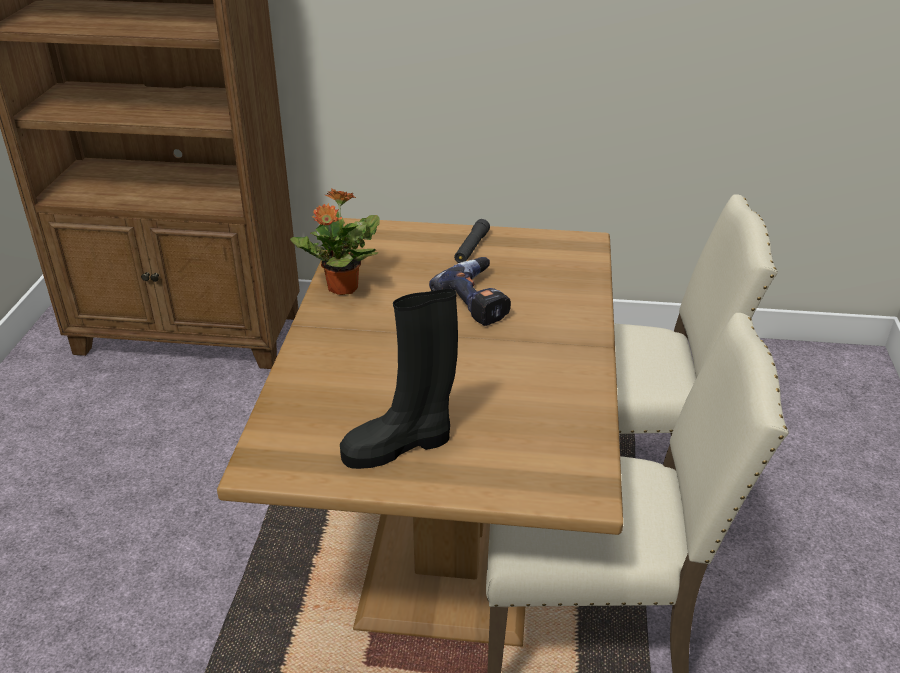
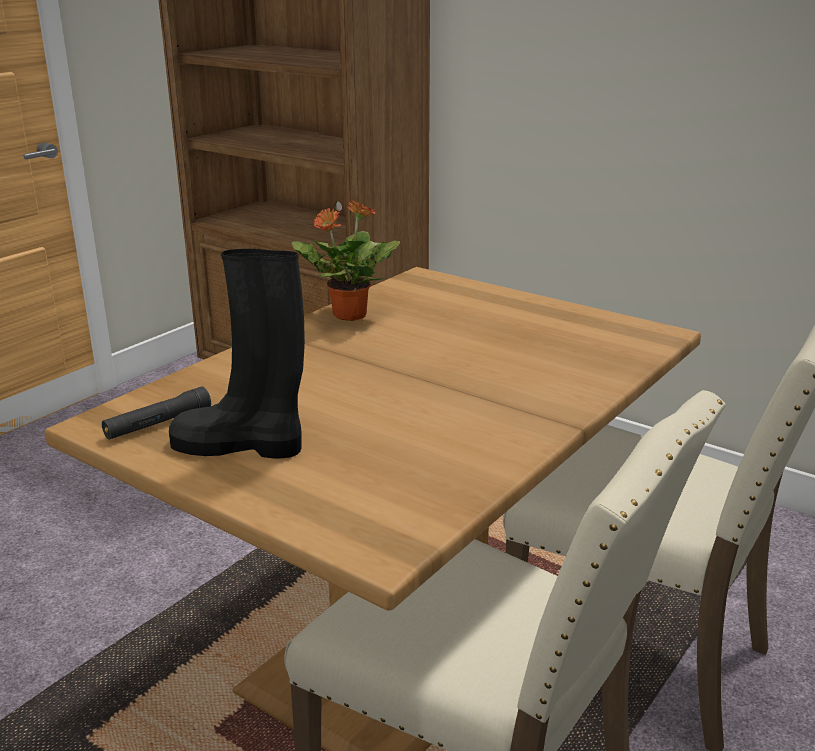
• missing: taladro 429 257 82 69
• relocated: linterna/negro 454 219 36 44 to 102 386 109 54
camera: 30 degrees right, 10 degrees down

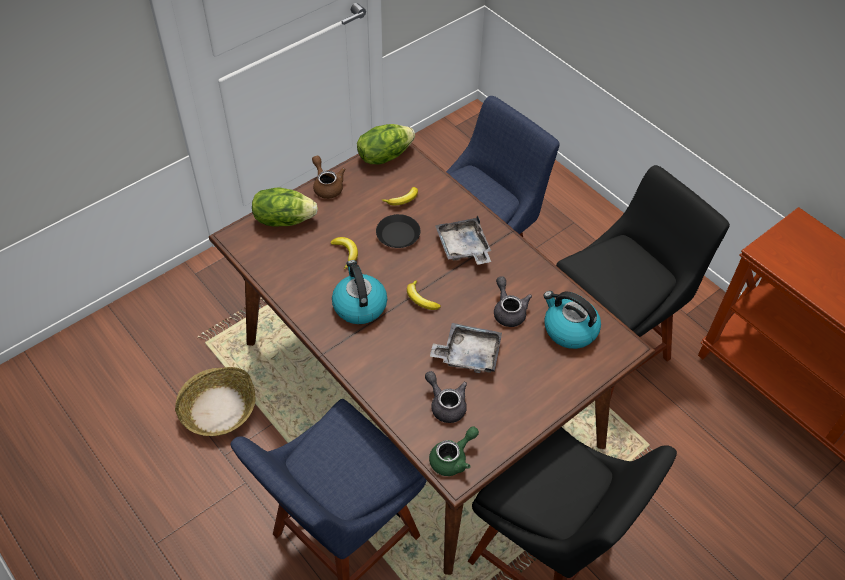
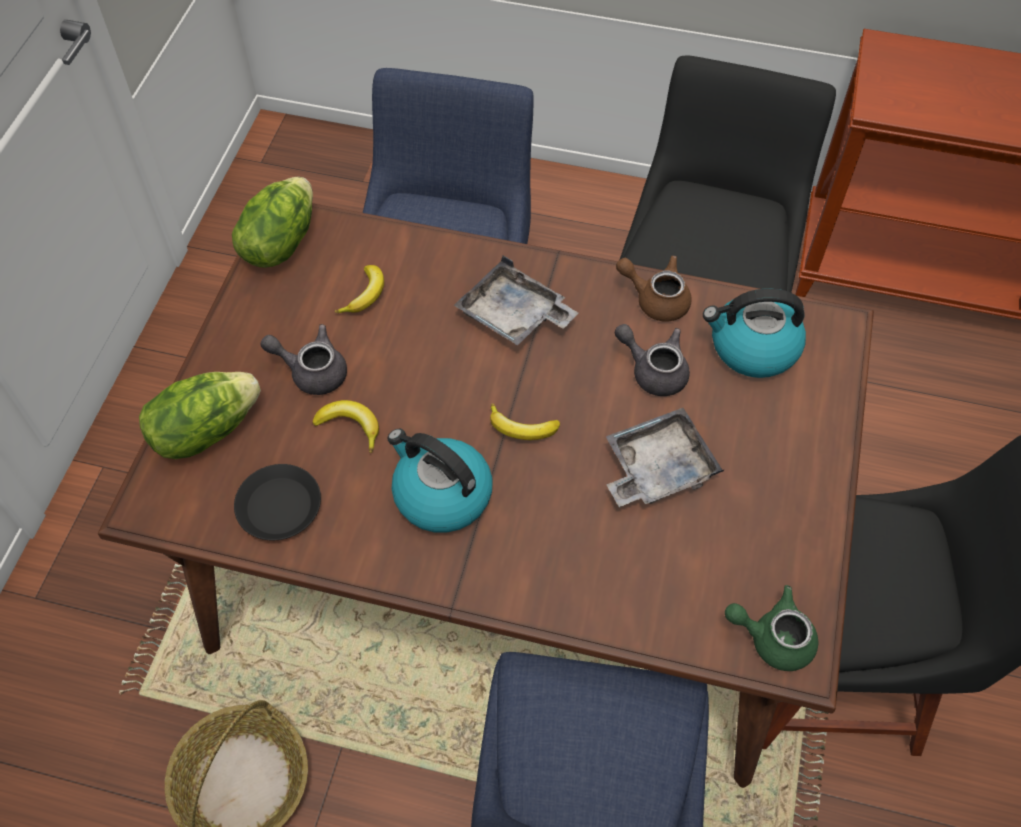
• relocated: tetera/marrón 312 156 33 43 to 616 255 76 67
• relocated: plato/negro 376 214 44 34 to 234 464 87 76
• relocated: tetera/gris 425 371 42 52 to 261 324 86 71
• spun: tetera/verde 429 426 50 50 = 725 585 94 86 90 degrees counterclockwise
camera: 35 degrees left, 5 degrees up

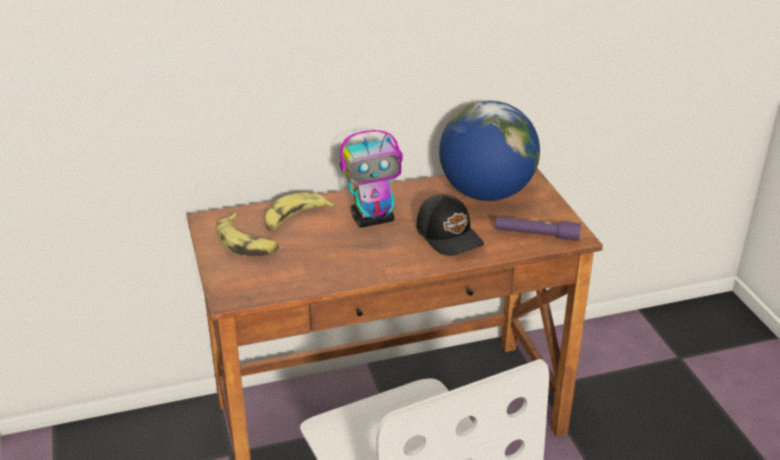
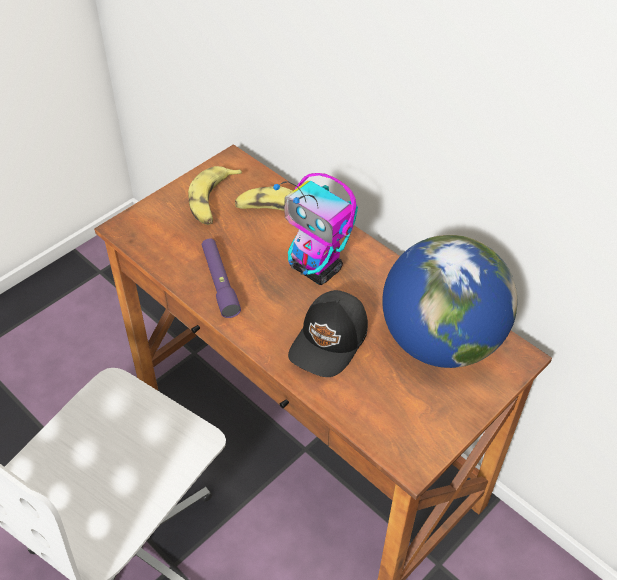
• relocated: linterna/morado 495 217 86 24 to 202 238 39 80
camera: 60 degrees right, 15 degrees up

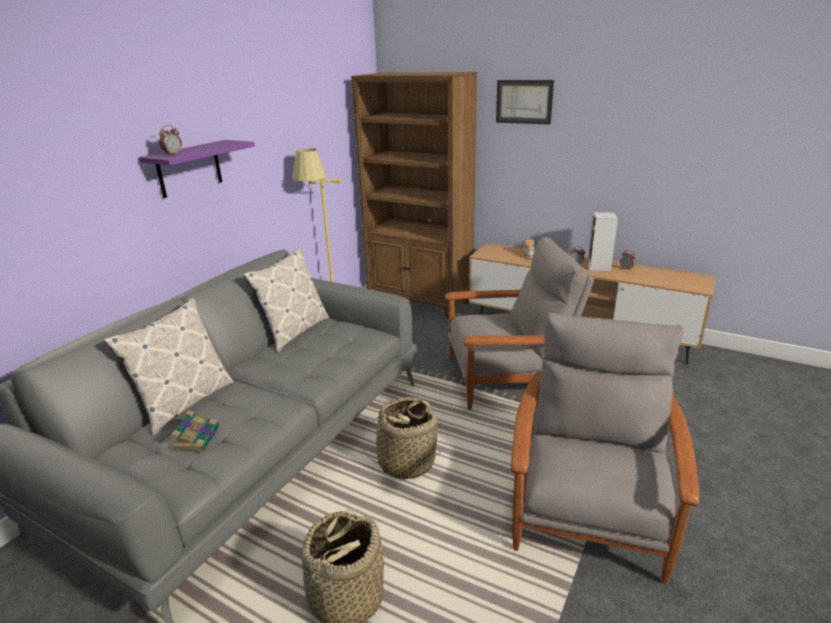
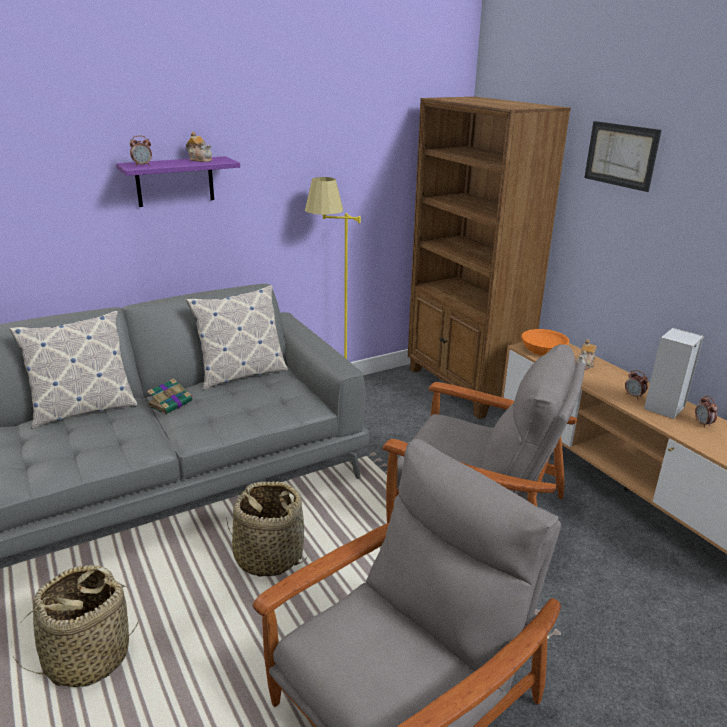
• appeared: tetera 186 132 26 30
• appeared: cuenco/naranja 521 329 48 27
• relocated: libro 171 410 48 42 to 147 378 45 37
camera: 30 degrees right, 0 degrees up

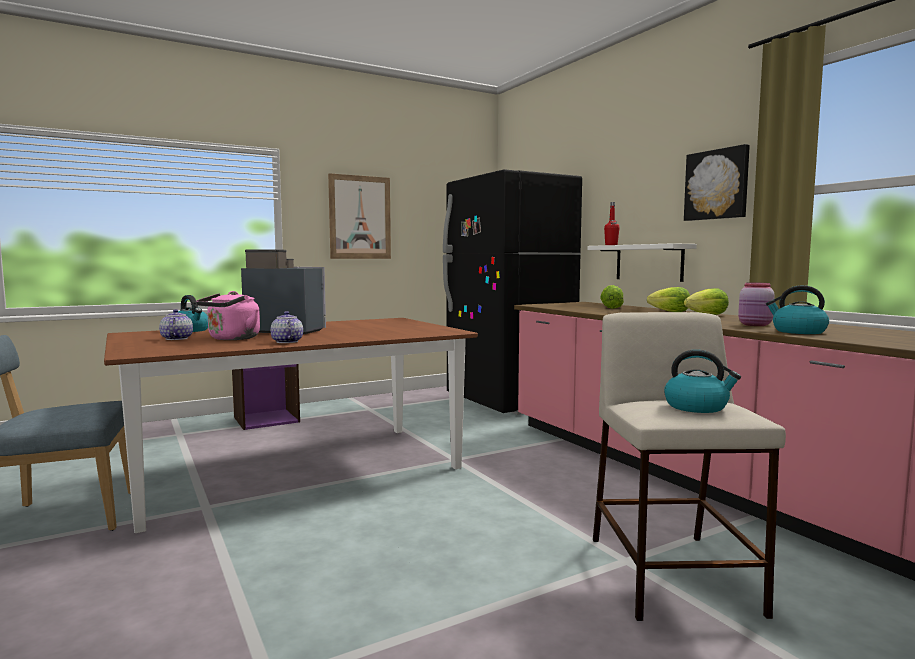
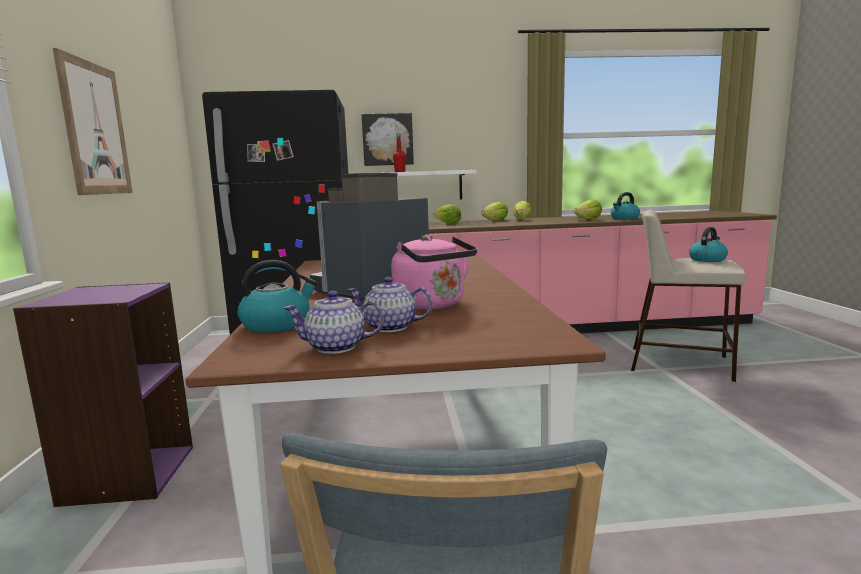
• relocated: tetera 271 311 32 32 to 284 291 100 63
• relocated: cuadro 684 144 66 77 to 362 113 52 53
• exchanged: tarro/rosa 738 283 37 43 to lechuga 574 200 28 19
camera: 65 degrees left, 5 degrees up

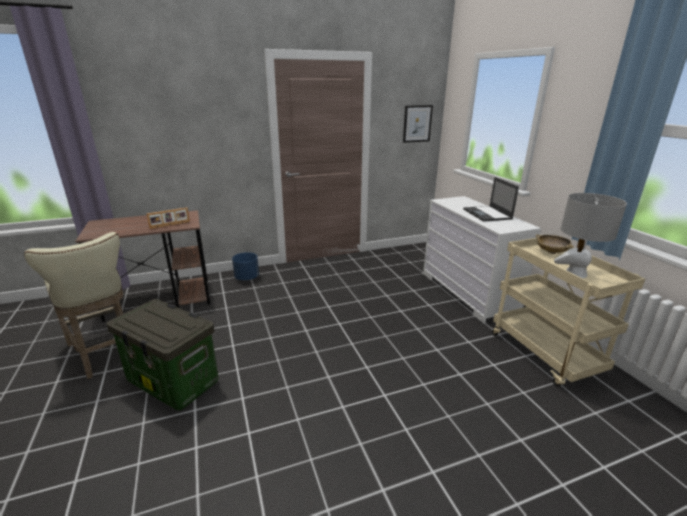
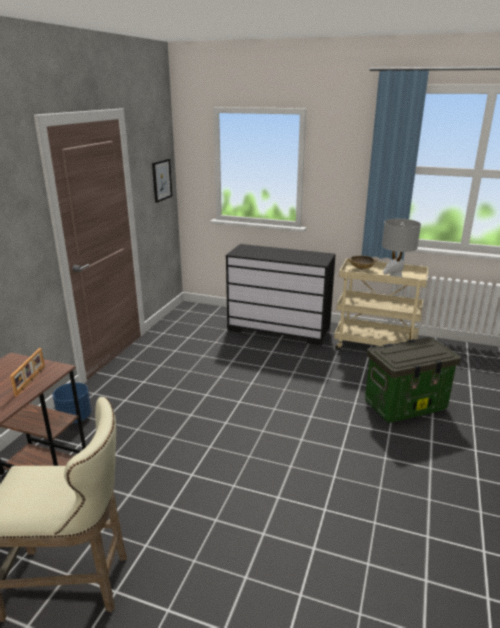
• missing: portátil 463 177 56 45
• relocated: caja de almacenaje 106 299 112 111 to 365 337 96 86
• colour: cómoda/blanco 423 196 118 128 to cómoda/negro 225 244 111 102
camera: 50 degrees left, 0 degrees up

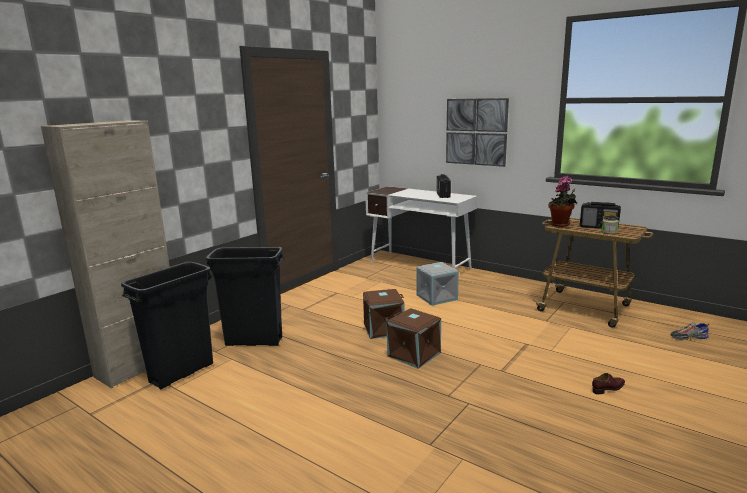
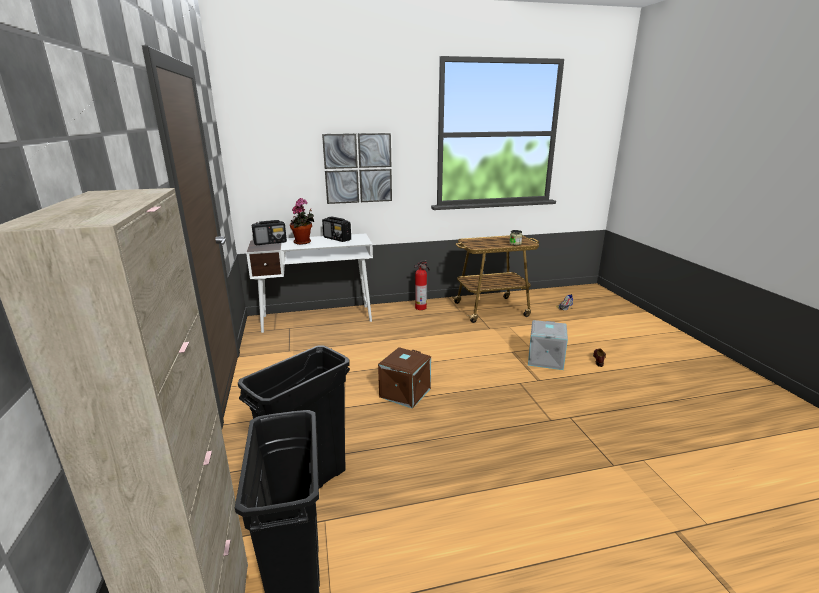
• missing: caja de almacenaje/marrón 387 308 54 61
• appeared: extintor 414 260 16 50
• relocated: caja de almacenaje/gris 416 262 43 44 to 528 320 40 50
• relocated: planta en maceta 549 176 28 51 to 290 198 24 47
• relocated: radio 580 202 41 27 to 252 220 35 25
camera: 50 degrees left, 5 degrees up

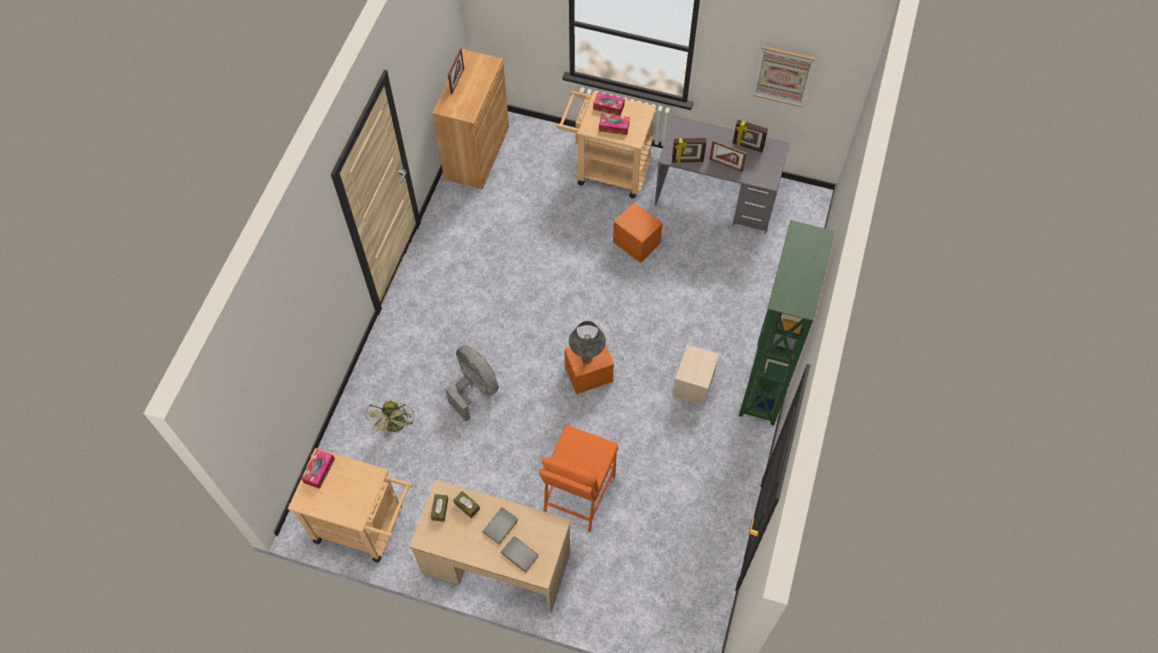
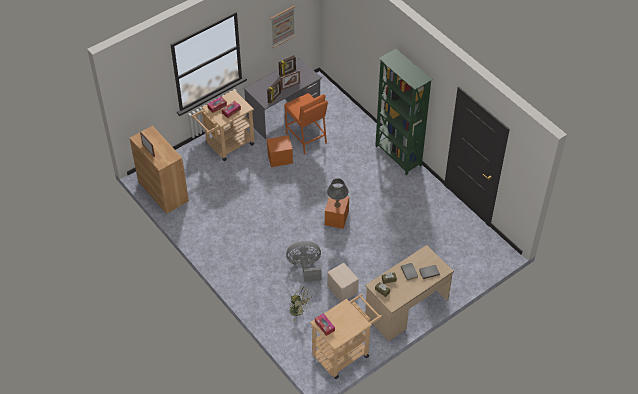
• relocated: taburete/naranja 539 425 79 107 to 284 93 44 61
• relocated: caja de almacenaje/beis 673 345 46 61 to 327 263 32 39
camera: 55 degrees left, 10 degrees down

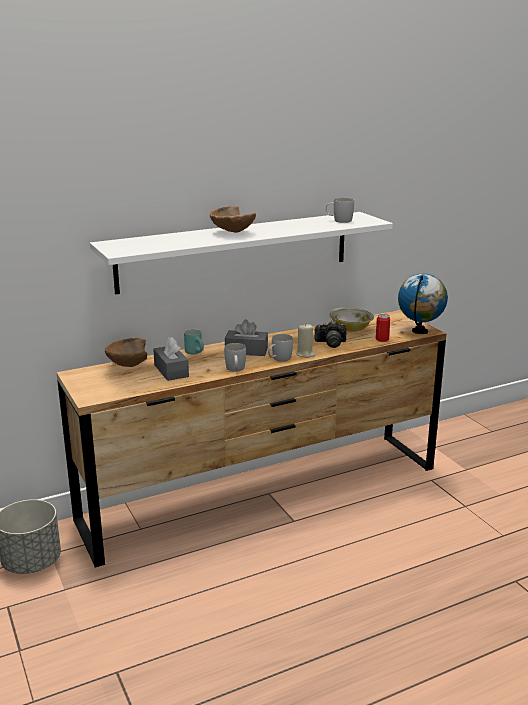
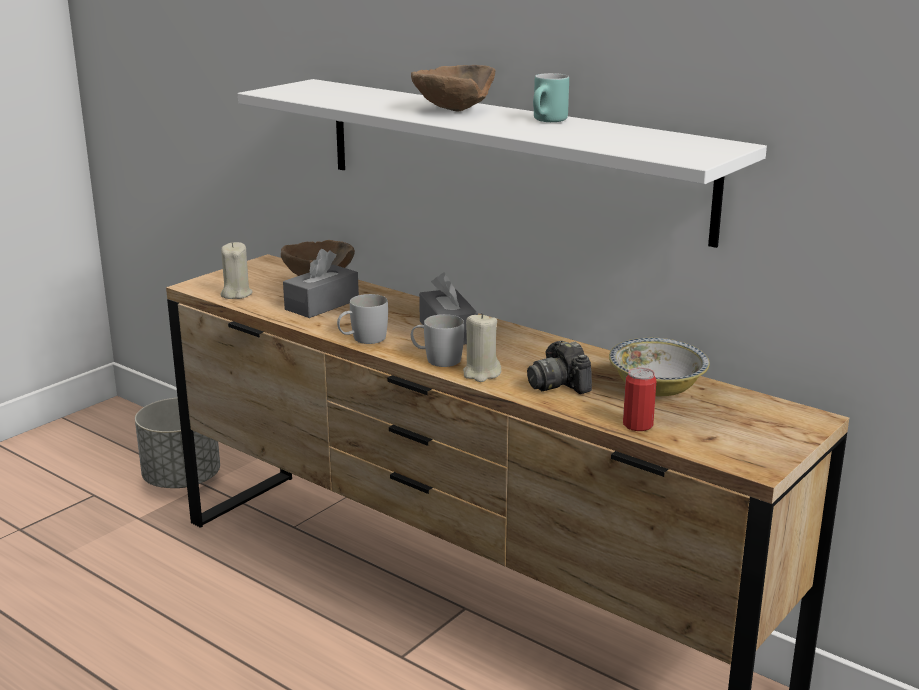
• missing: taza grande/blanco 326 198 28 25
• missing: globo terráqueo 398 274 50 60
• appeared: vela/beis 221 242 32 57
• relocated: taza grande/turquesa 184 329 20 25 to 533 73 36 49
camera: 65 degrees right, 0 degrees up

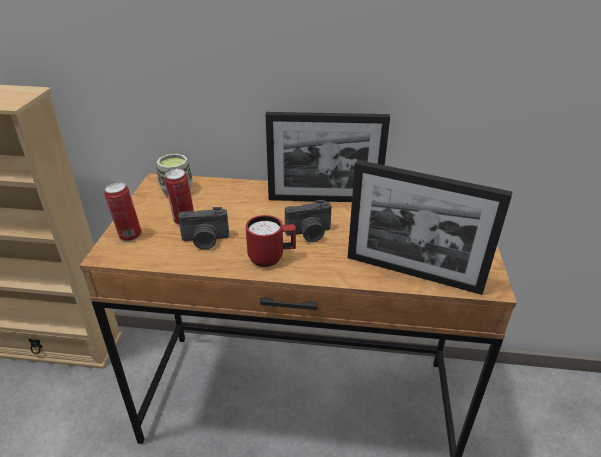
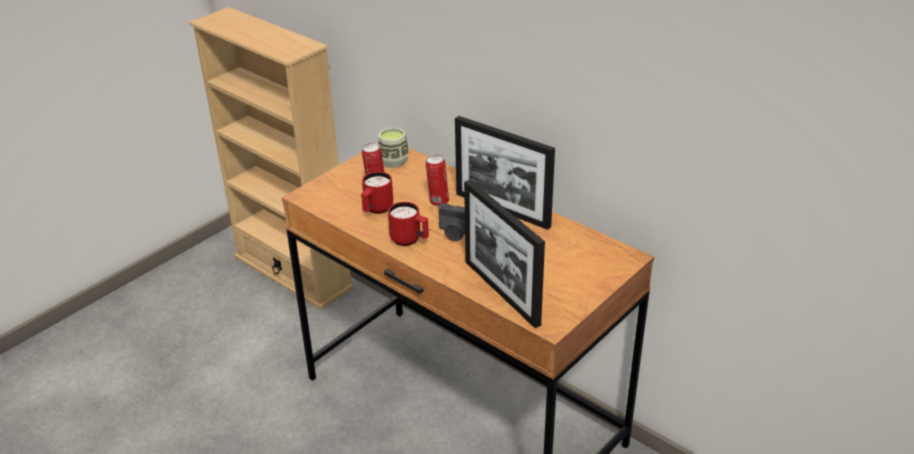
• relocated: lata 104 182 38 59 to 426 155 23 51
• exchanged: cámara 178 207 51 43 to taza grande/rojo 361 172 32 42
camera: 35 degrees right, 0 degrees up

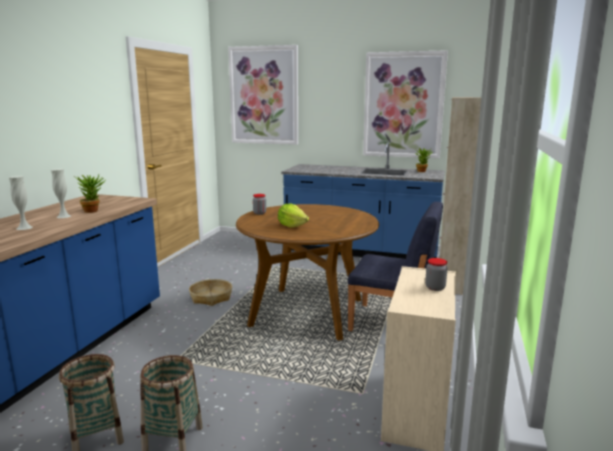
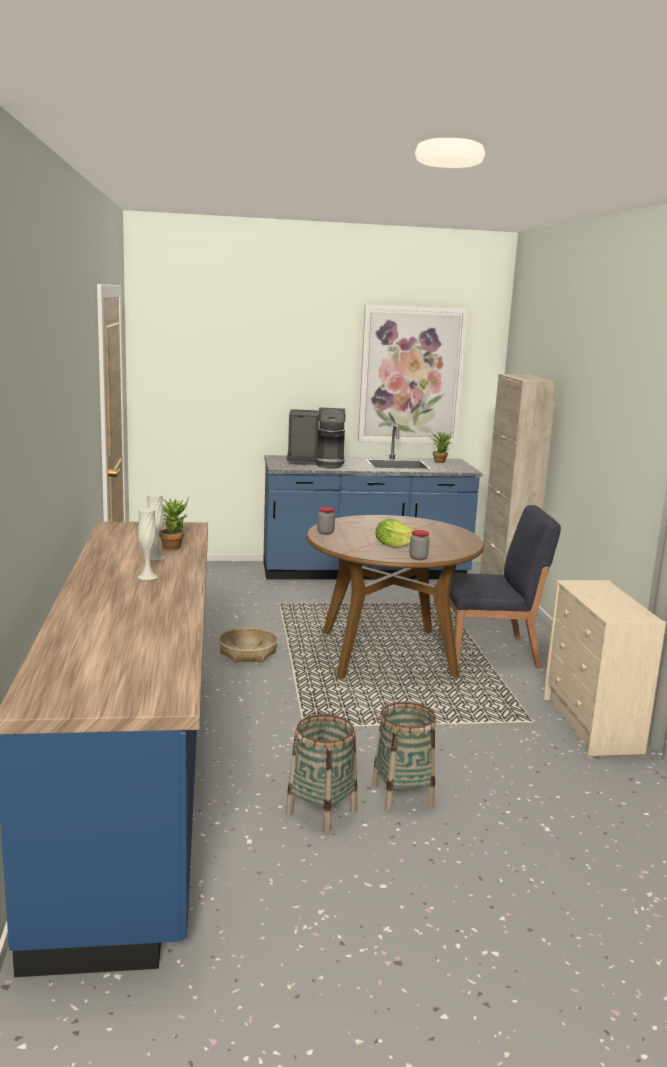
• missing: cuadro 228 45 70 100
• appeared: cafetera 286 408 59 60
• relocated: tarro 425 258 23 33 to 409 530 20 30
camera: 25 degrees left, 0 degrees up

